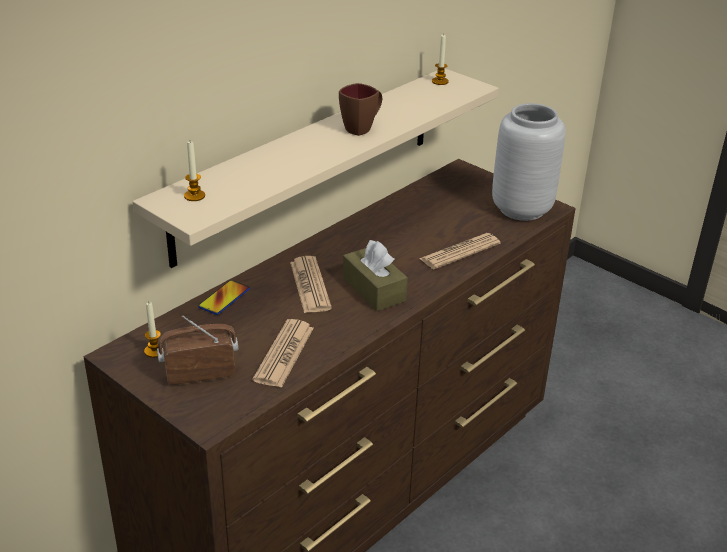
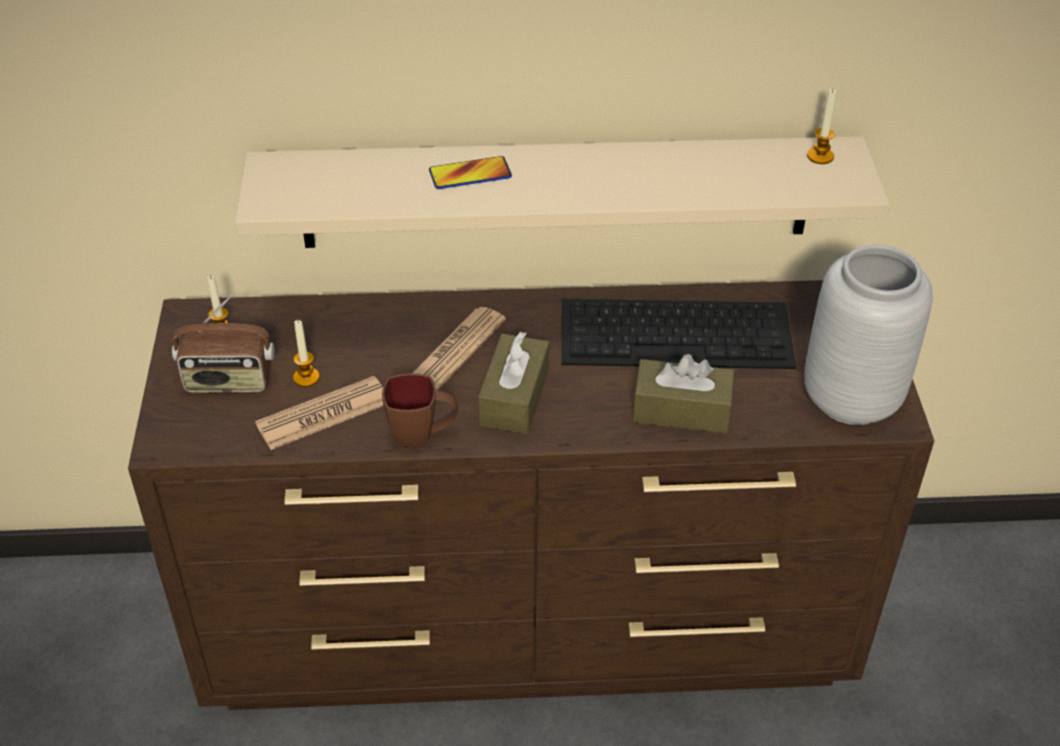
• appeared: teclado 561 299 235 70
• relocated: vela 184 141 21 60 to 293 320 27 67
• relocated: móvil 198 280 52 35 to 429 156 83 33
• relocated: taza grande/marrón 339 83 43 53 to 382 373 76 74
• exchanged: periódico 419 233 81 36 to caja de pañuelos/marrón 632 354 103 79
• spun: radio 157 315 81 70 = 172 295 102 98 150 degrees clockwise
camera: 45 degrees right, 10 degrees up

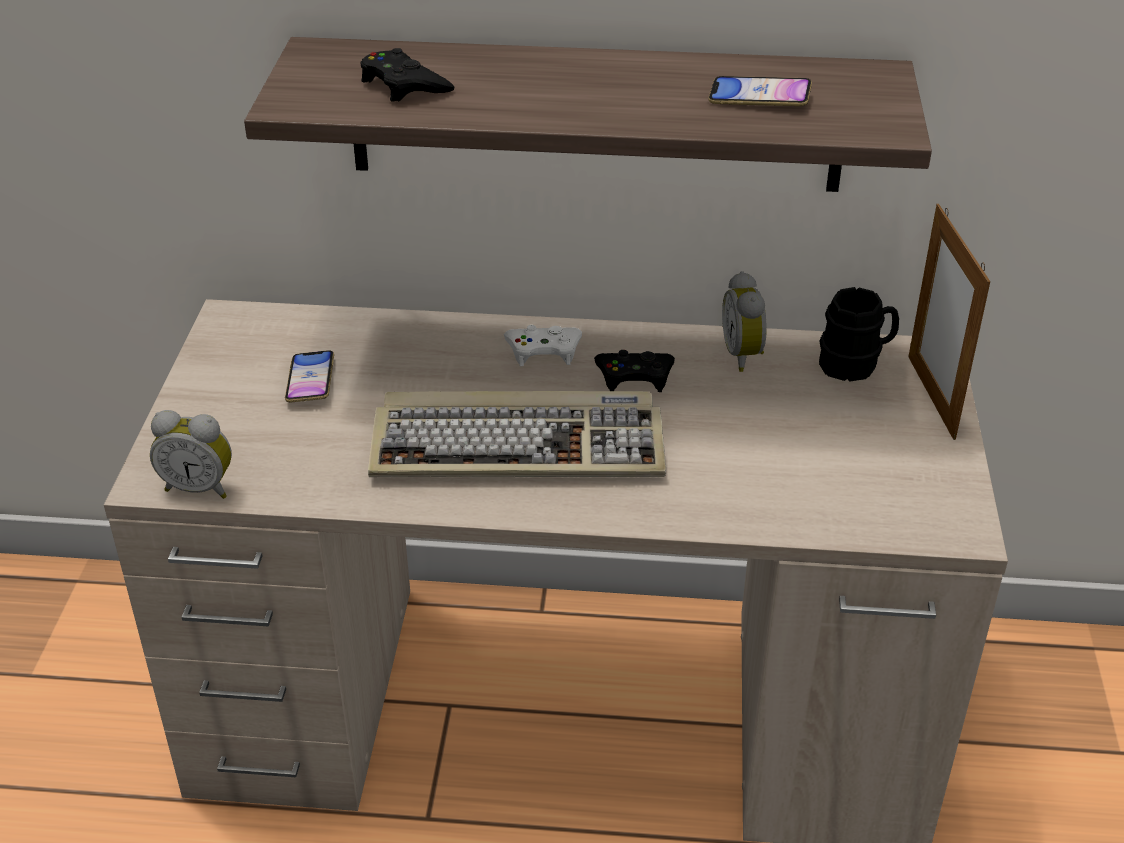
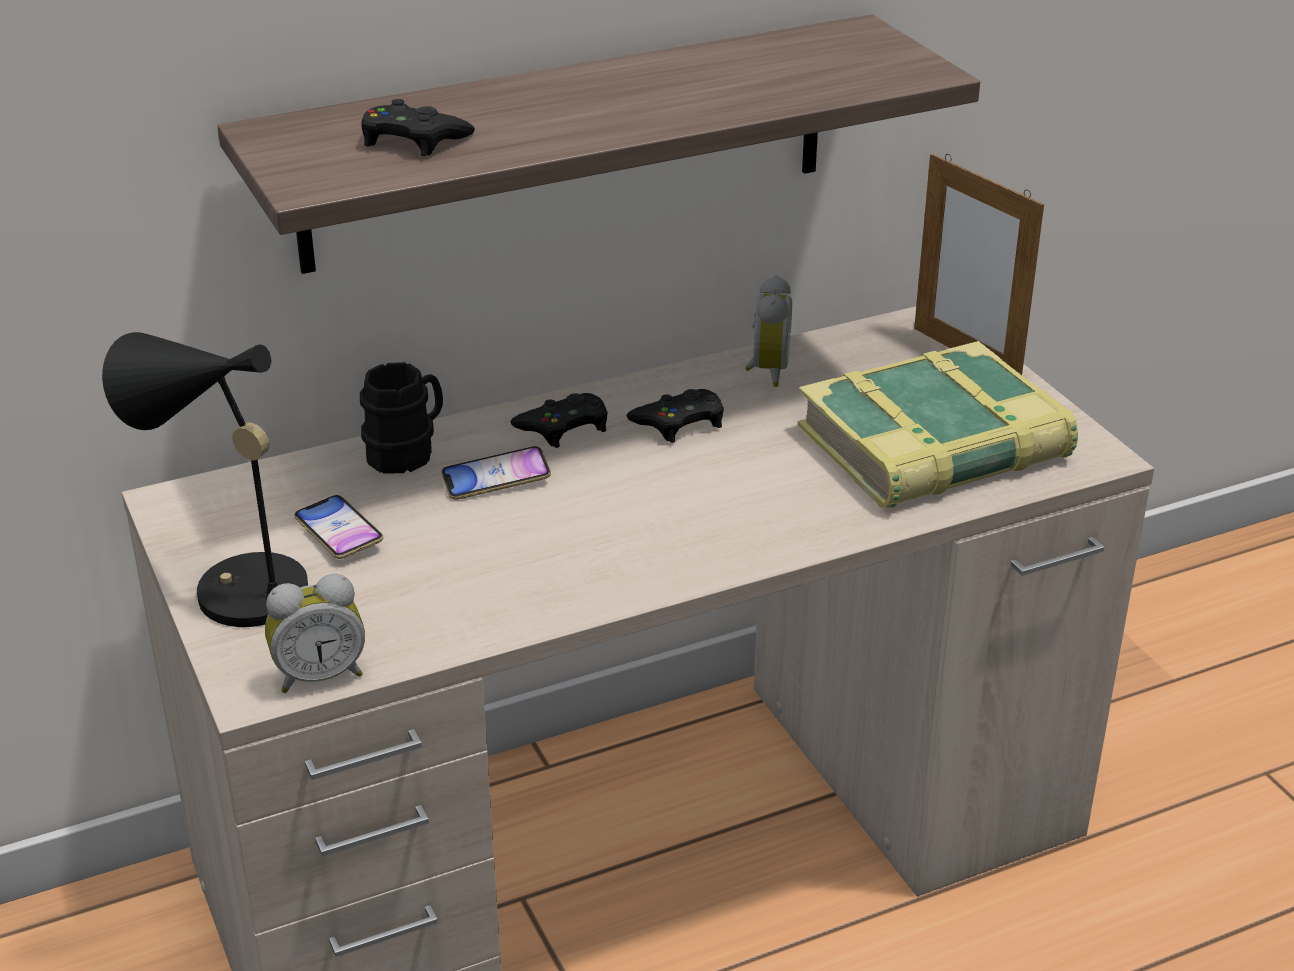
• missing: teclado 368 391 298 86
• appeared: lámpara de mesa/negro 102 332 206 295
• appeared: libro 797 341 281 167
• relocated: móvil 708 76 104 30 to 441 446 110 54
• relocated: taza grande/negro 819 287 80 94 to 360 362 83 112
• colour: mando de consola/blanco 504 325 78 41 to mando de consola/negro 510 393 98 55
• spun: despertador 722 271 45 101 = 745 275 47 112 135 degrees counterclockwise
camera: 30 degrees left, 5 degrees down

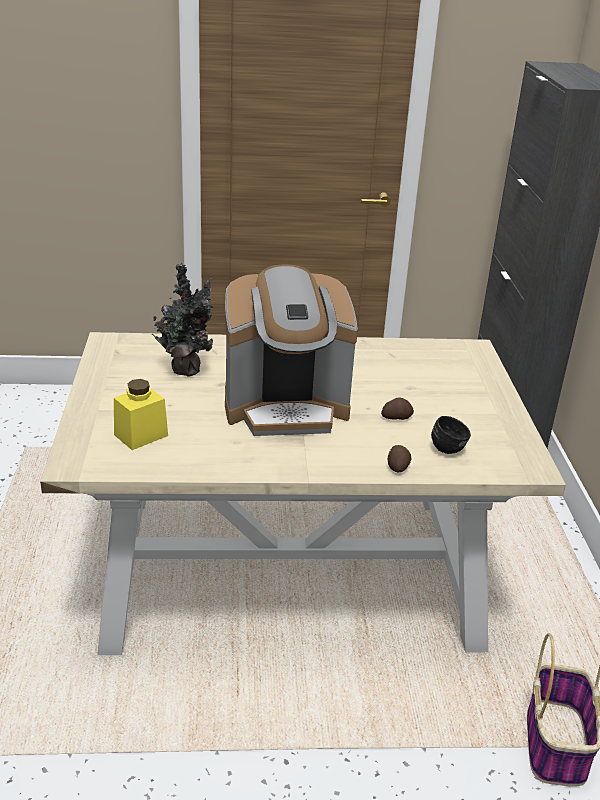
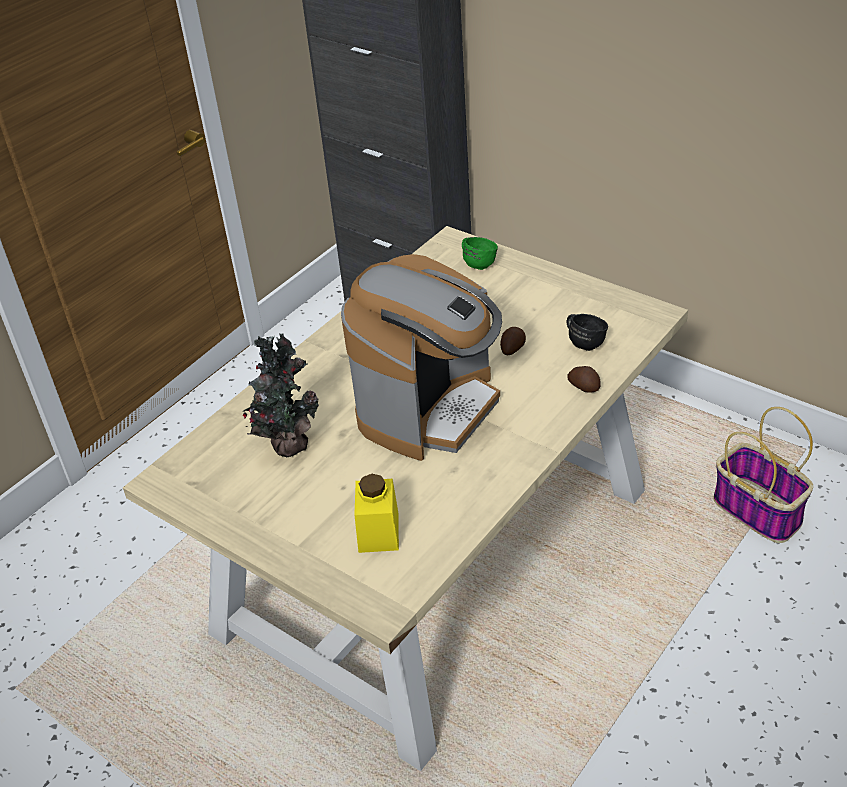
• appeared: taza grande/verde 462 237 36 33
camera: 45 degrees left, 10 degrees up

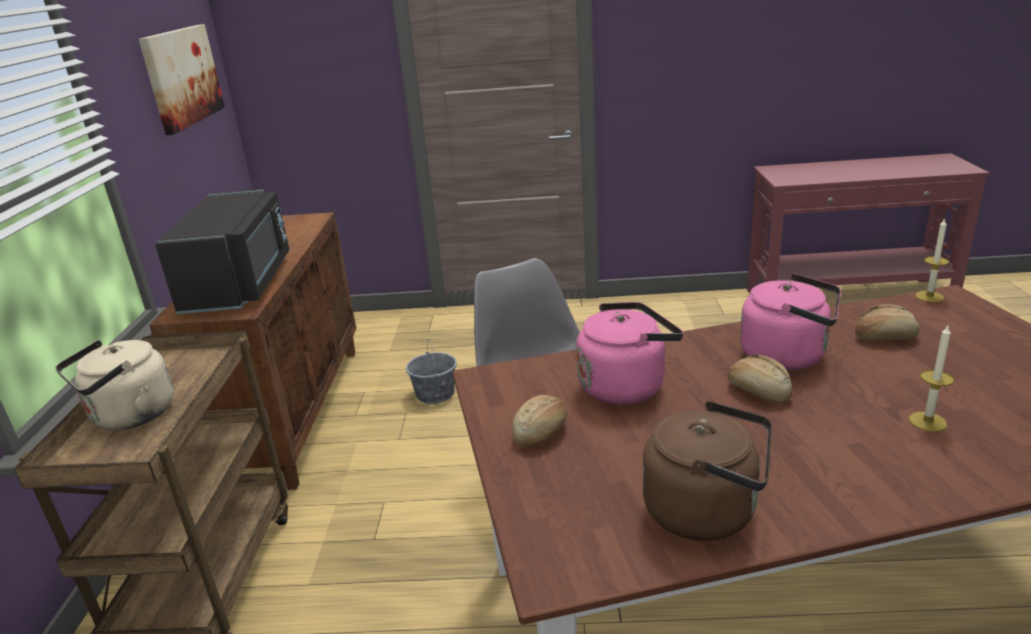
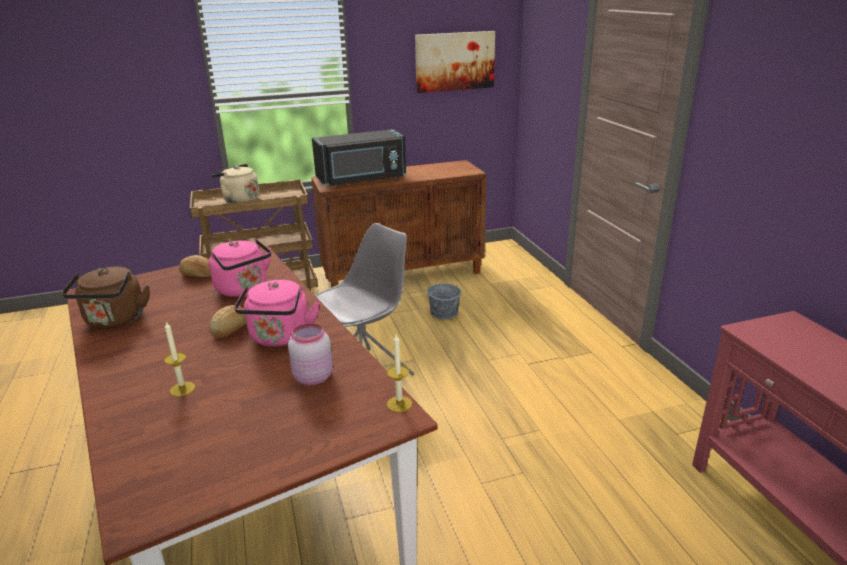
• exchanged: pan 855 304 65 36 to tarro/rosa 288 323 45 62
camera: 70 degrees right, 0 degrees up

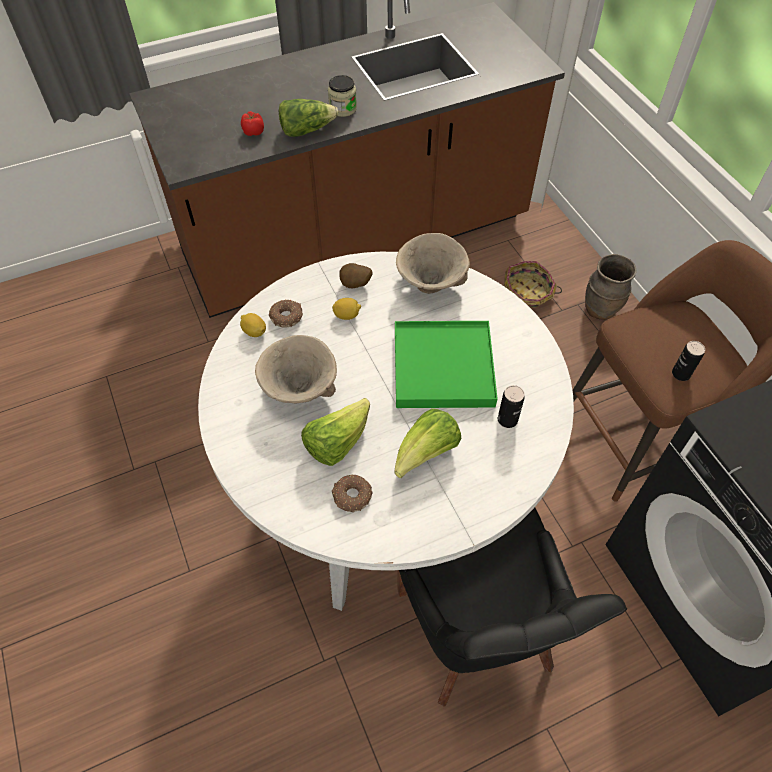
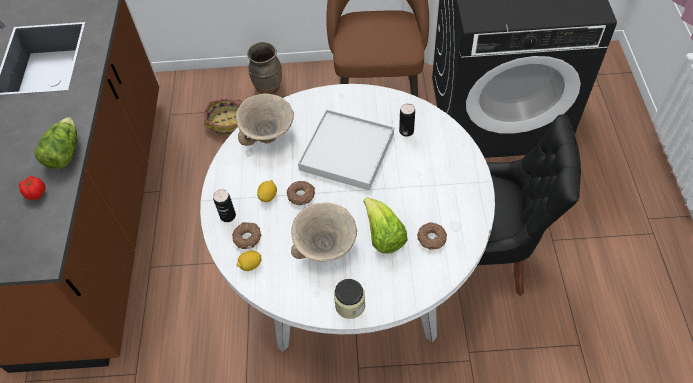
• missing: patata 339 263 33 25
• missing: lechuga 394 408 68 70
• appeared: rosquilla 287 181 28 24
• relocated: tarro 328 75 29 42 to 334 279 31 40
• relocated: lata 672 341 33 40 to 213 189 23 33
• colour: bandeja/verde 395 321 103 87 to bandeja/blanco 298 109 96 81
camera: 65 degrees left, 0 degrees up

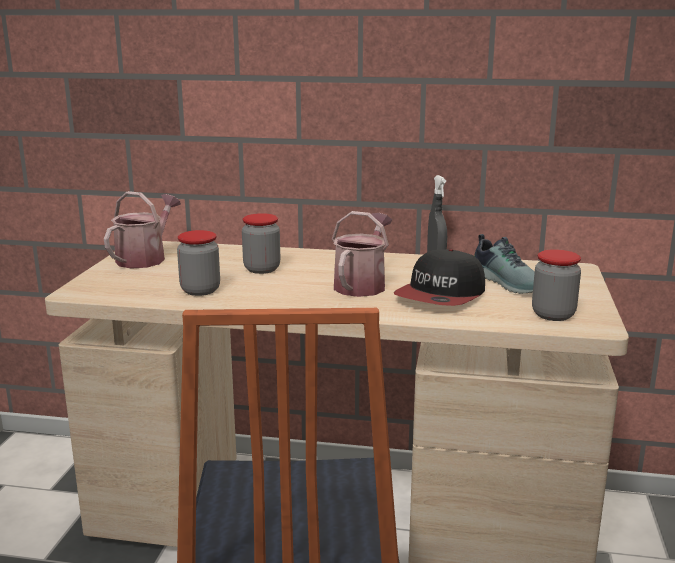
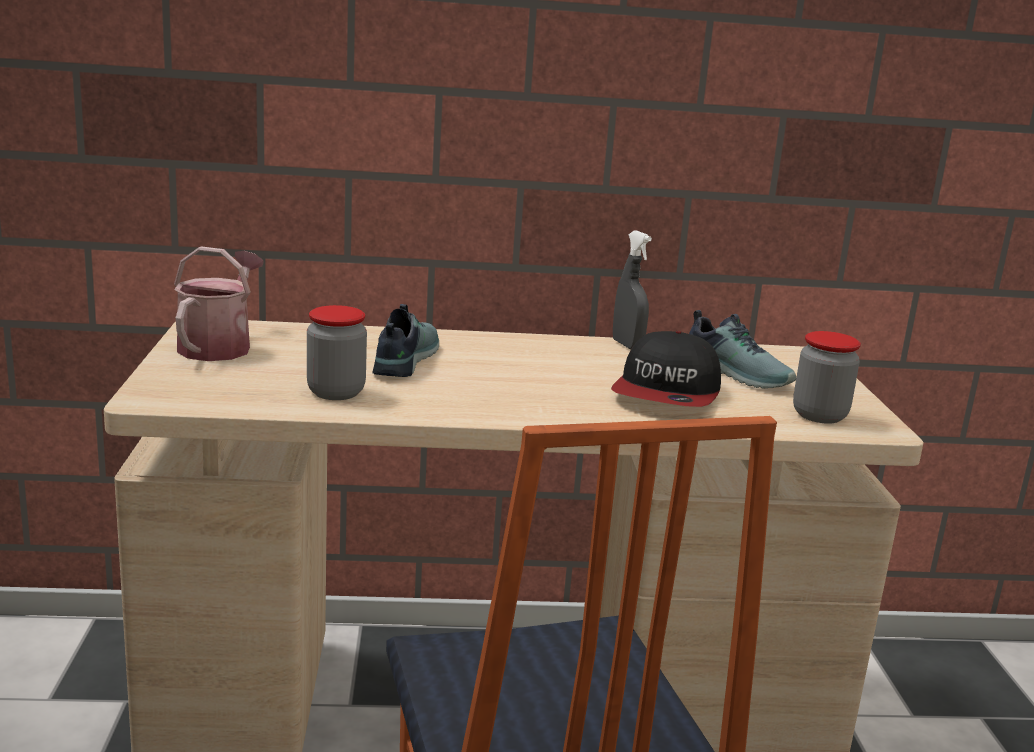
• missing: regadera 332 211 60 86
• exchanged: tarro 242 213 38 61 to zapato 372 304 67 73
camera: 15 degrees left, 0 degrees up

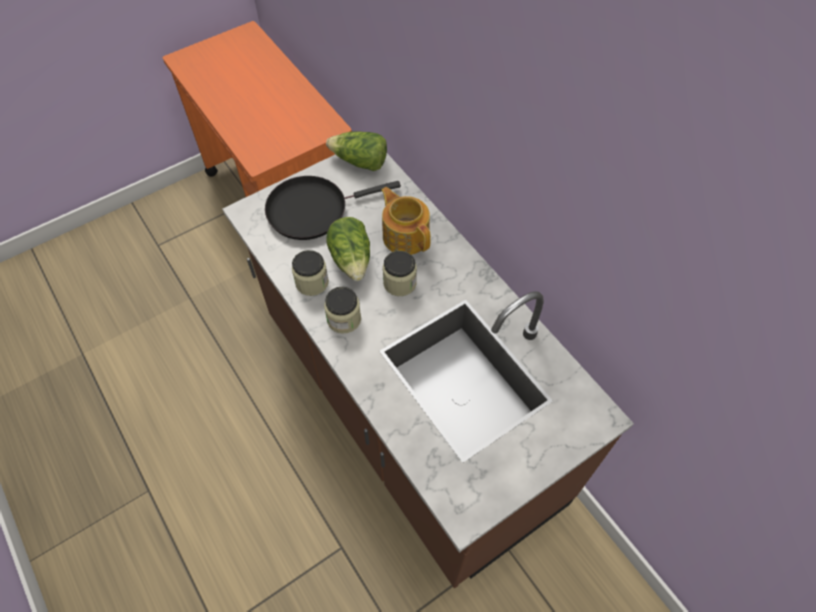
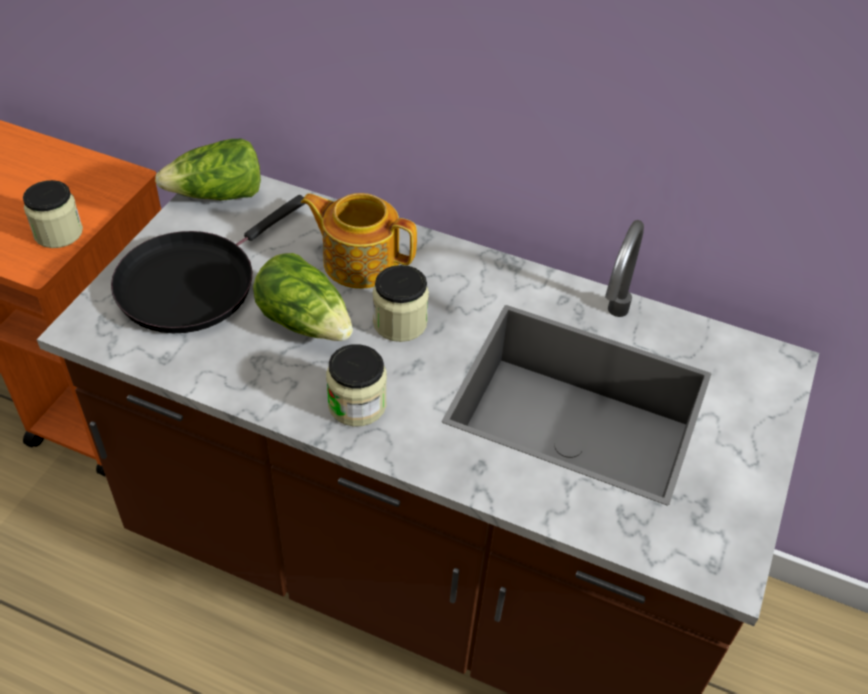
• relocated: tarro 292 250 37 46 to 23 180 60 68
camera: 35 degrees left, 10 degrees down

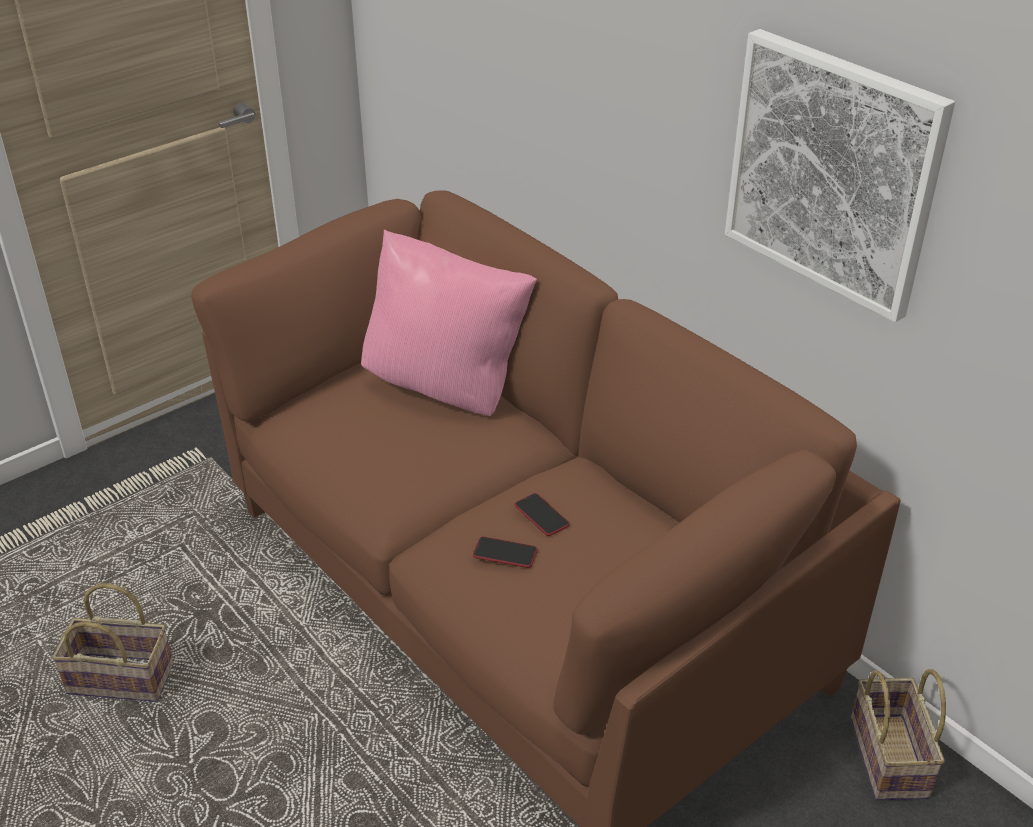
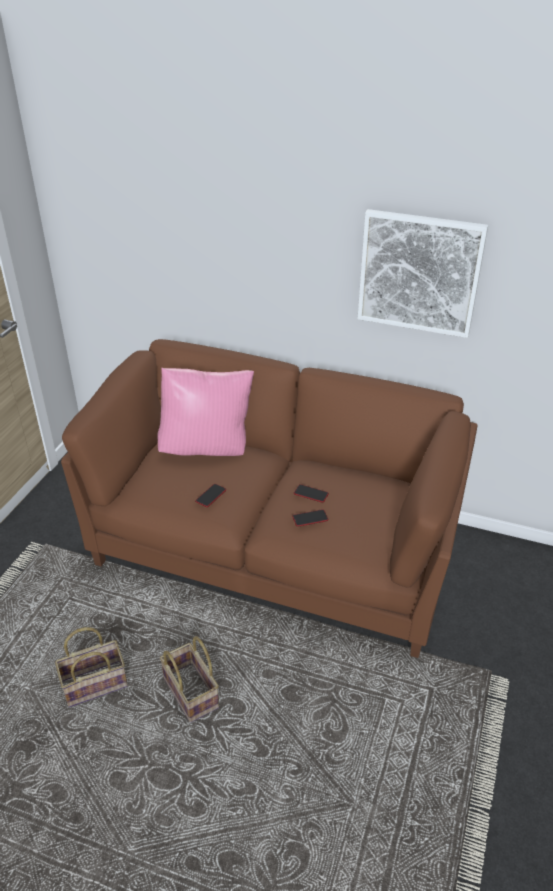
• appeared: móvil 195 484 31 23
• relocated: cesta 851 669 95 131 to 160 636 59 87
camera: 30 degrees left, 0 degrees up

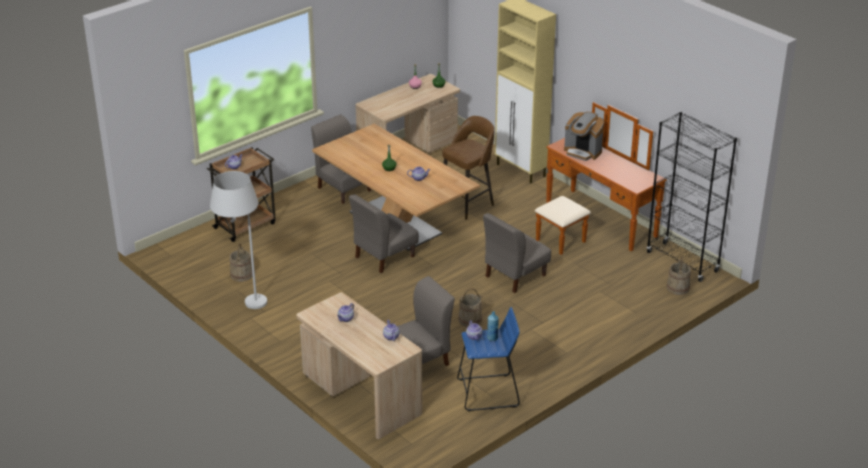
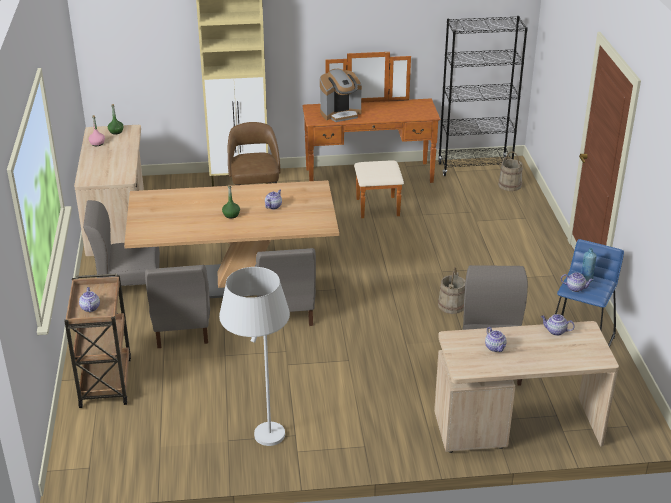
• missing: cubo/beis 230 243 23 39
• relocated: silla/gris 483 213 68 80 to 145 265 65 84
camera: 55 degrees left, 0 degrees up

